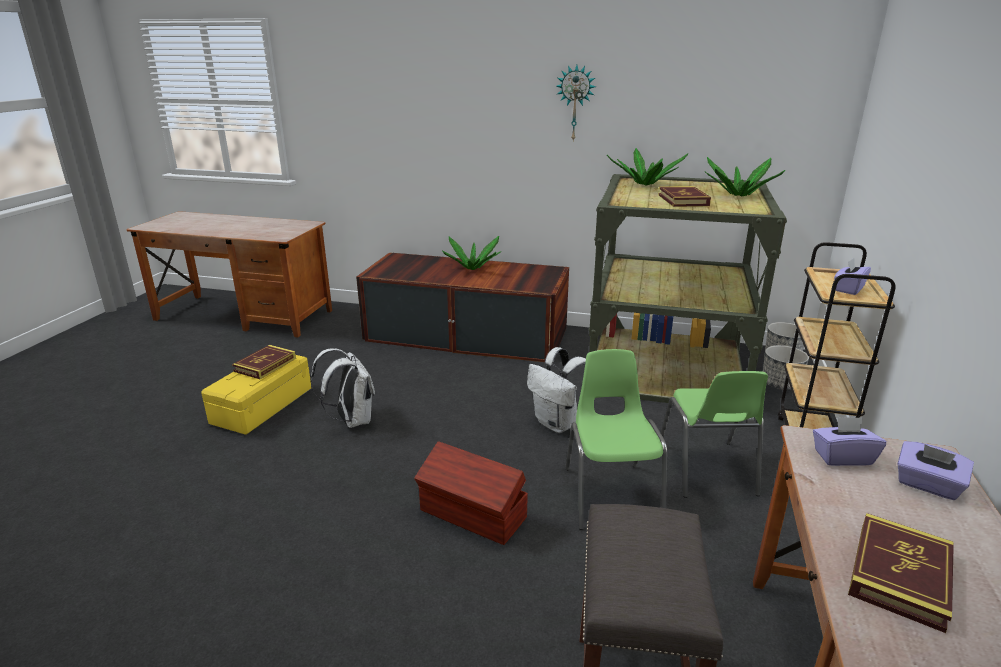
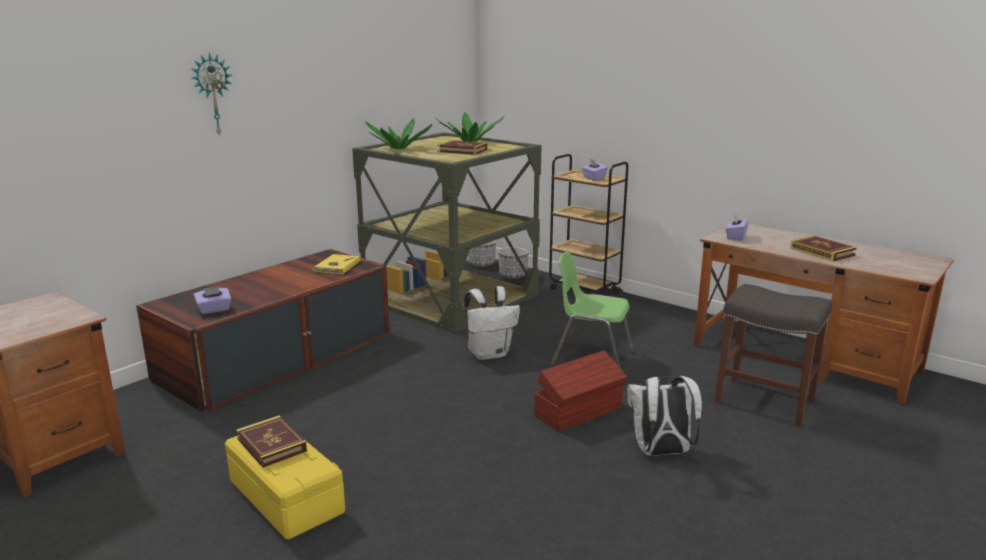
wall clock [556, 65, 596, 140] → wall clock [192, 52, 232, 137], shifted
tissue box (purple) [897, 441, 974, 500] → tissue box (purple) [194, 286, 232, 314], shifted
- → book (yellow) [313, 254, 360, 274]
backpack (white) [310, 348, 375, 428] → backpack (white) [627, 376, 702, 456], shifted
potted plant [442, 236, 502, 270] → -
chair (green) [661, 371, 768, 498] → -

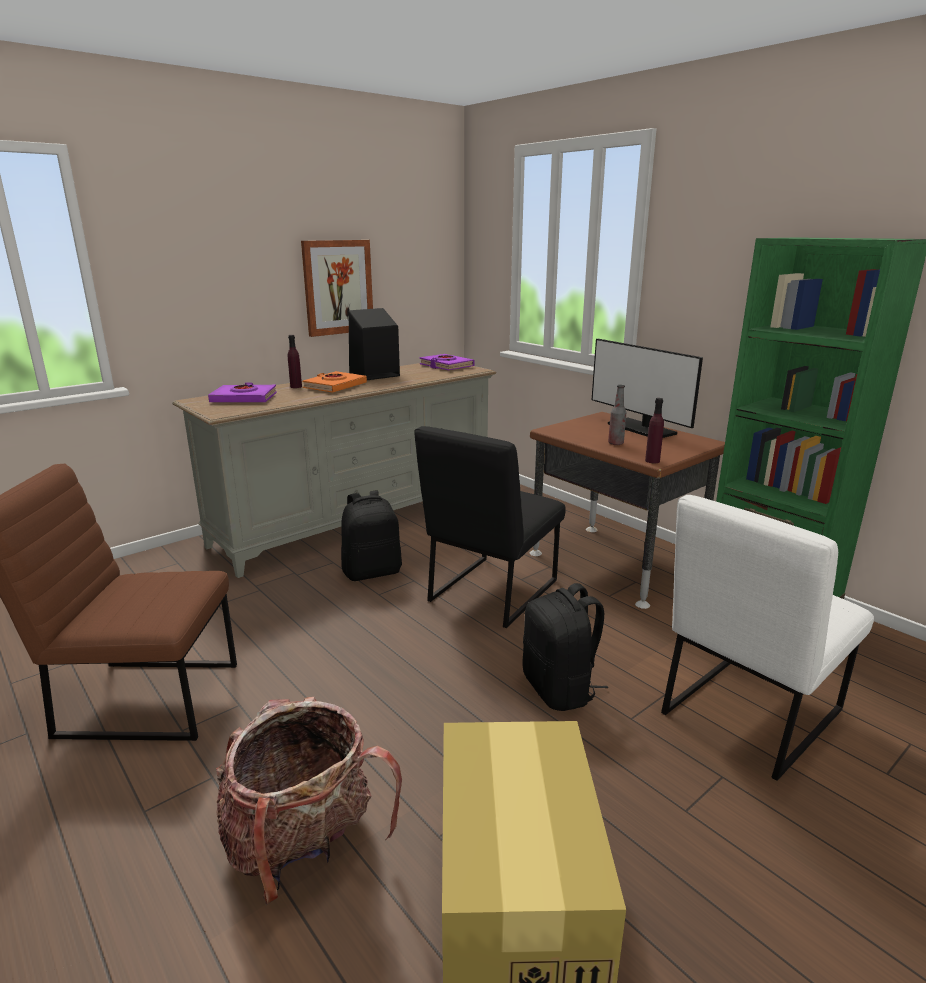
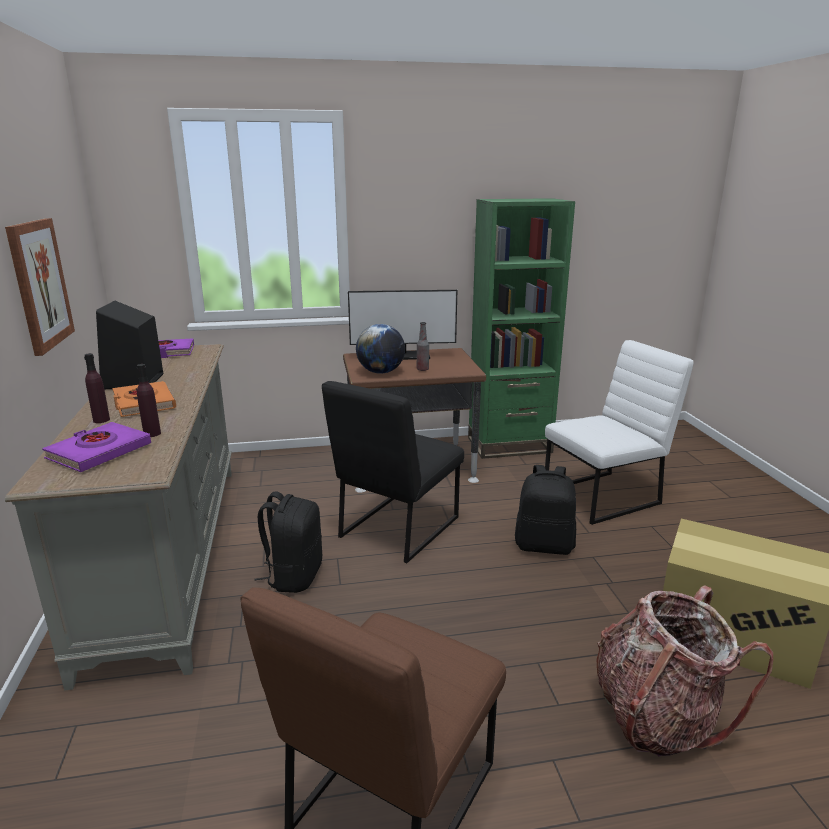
bottle (purple) [645, 398, 664, 463] → bottle (purple) [136, 364, 161, 437], shifted
chair (black) [414, 426, 566, 628] → chair (black) [322, 381, 464, 563], 60 degrees clockwise
- → globe [356, 324, 405, 374]
chair (white) [661, 495, 874, 781] → chair (white) [545, 340, 694, 525], 105 degrees counterclockwise

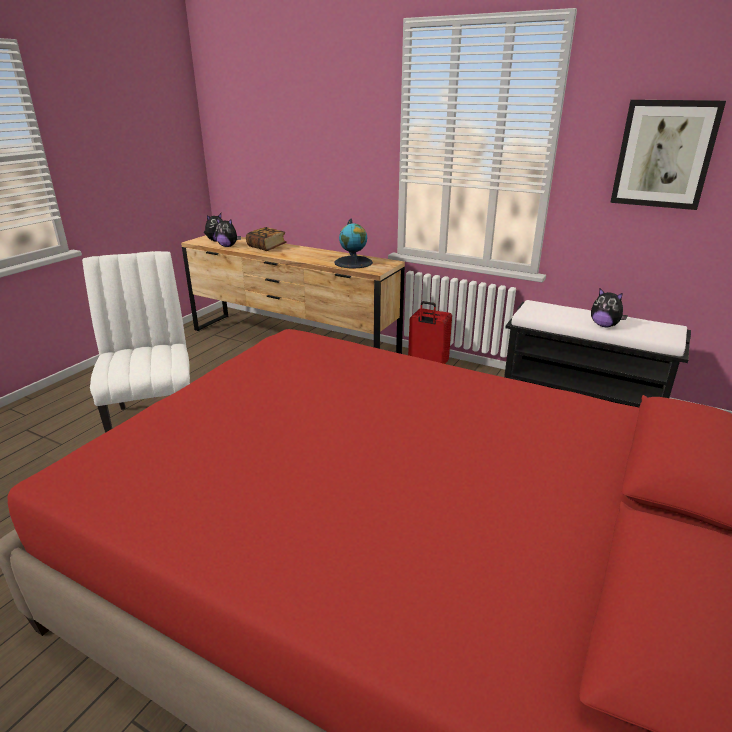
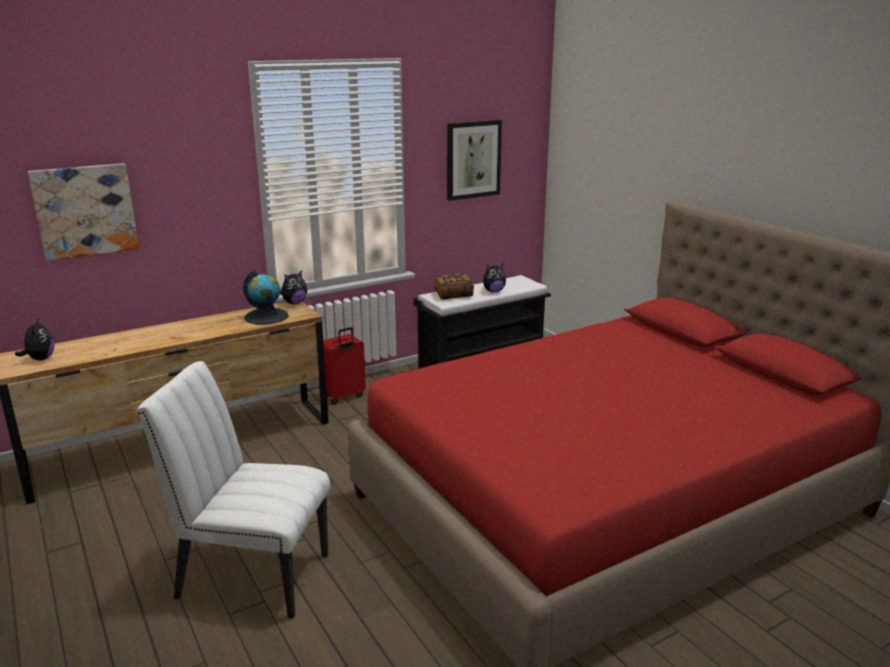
- → picture [28, 163, 139, 261]
plush toy [215, 219, 241, 247] → plush toy [280, 270, 307, 304], shifted
book [246, 227, 287, 251] → book [434, 274, 474, 300], shifted

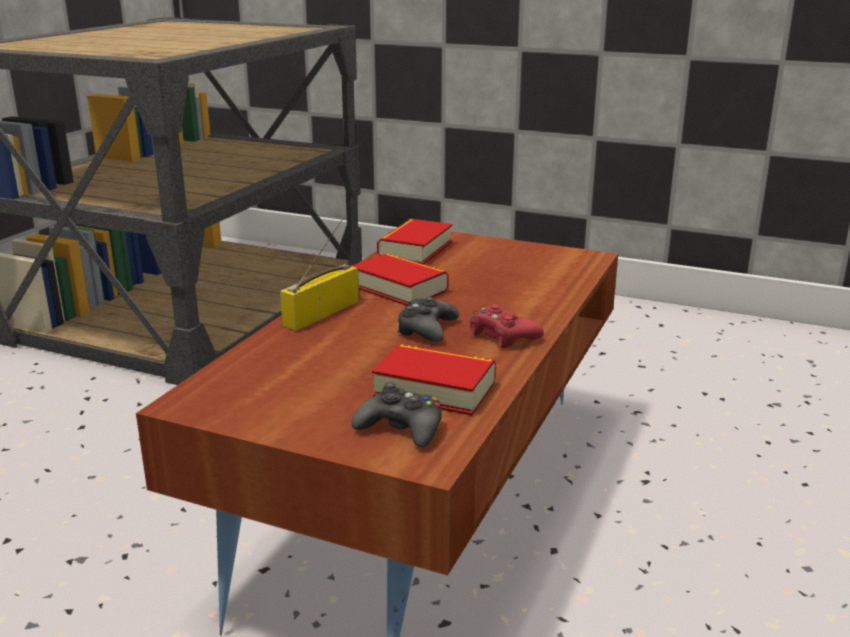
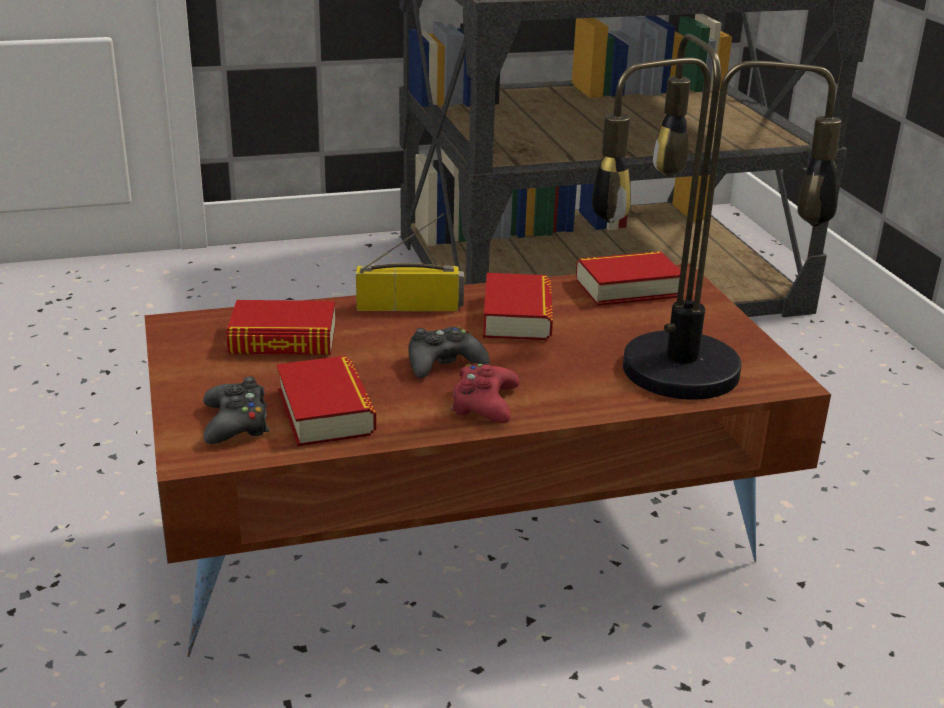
- → book [227, 300, 336, 355]
- → table lamp [592, 34, 841, 400]

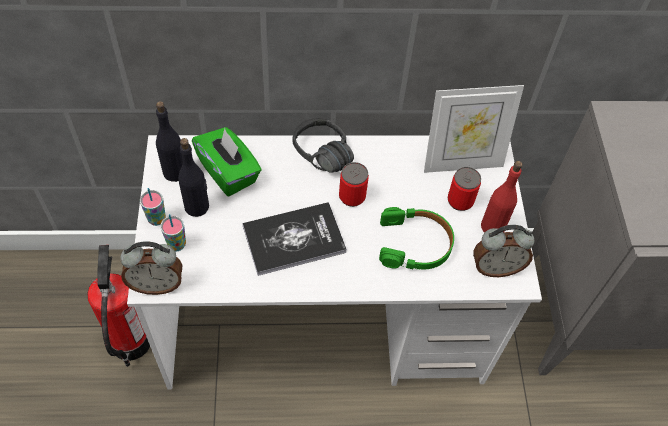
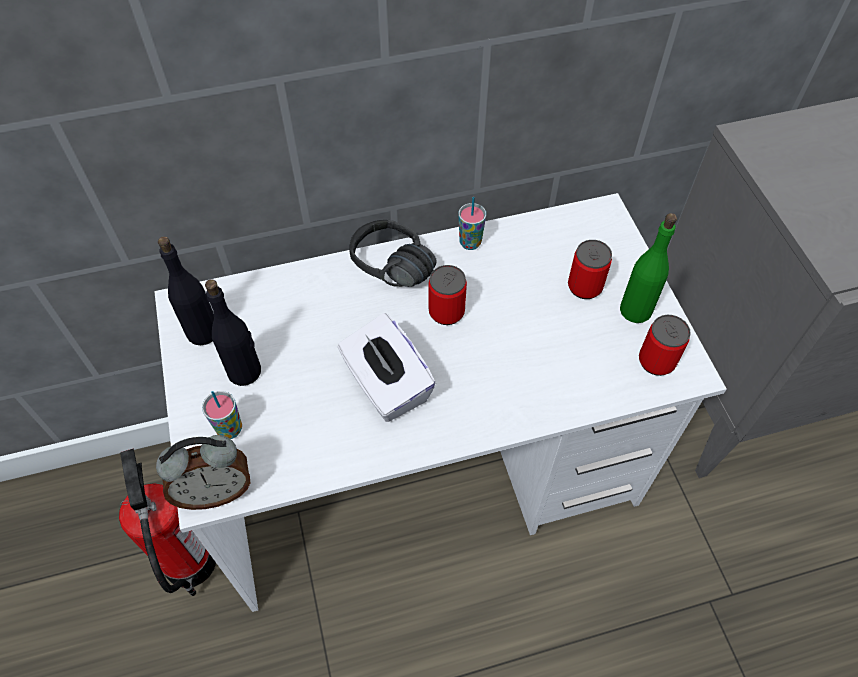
book [243, 202, 347, 276] → tissue box (white) [338, 313, 436, 422]
cup [140, 188, 166, 226] → cup [458, 197, 486, 250], shifted
bottle (red) [481, 161, 522, 233] → bottle (green) [620, 213, 677, 323]
alarm clock [473, 225, 534, 277] → can [639, 315, 691, 376]
tissue box (green) [192, 127, 262, 196] → -
headphones (green) [379, 207, 454, 270] → -
picture frame [424, 85, 524, 173] → -

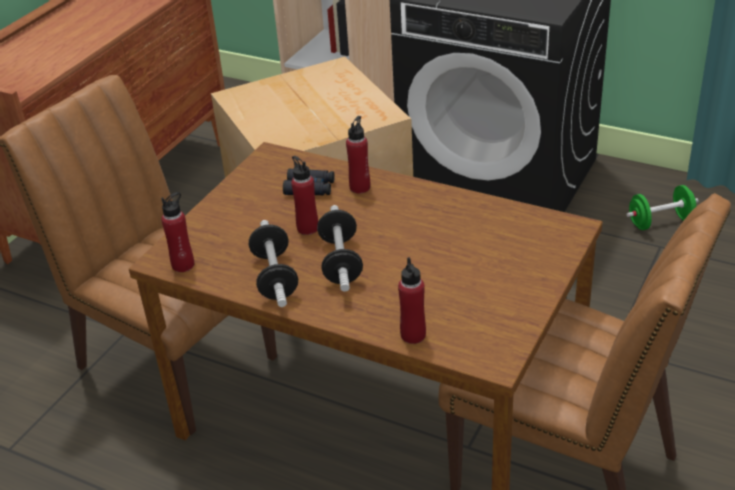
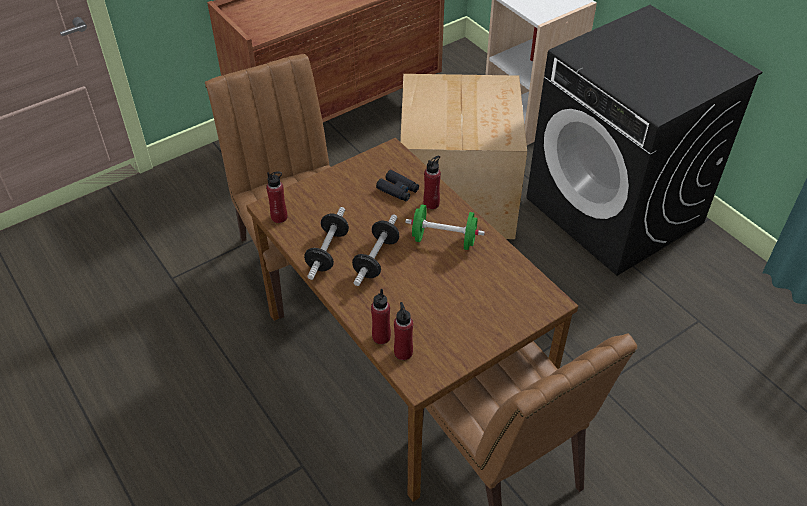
bottle (red) [291, 156, 318, 235] → bottle (red) [394, 302, 413, 360], shifted
dumbbell (green) [626, 185, 698, 230] → dumbbell (green) [405, 205, 485, 250], shifted

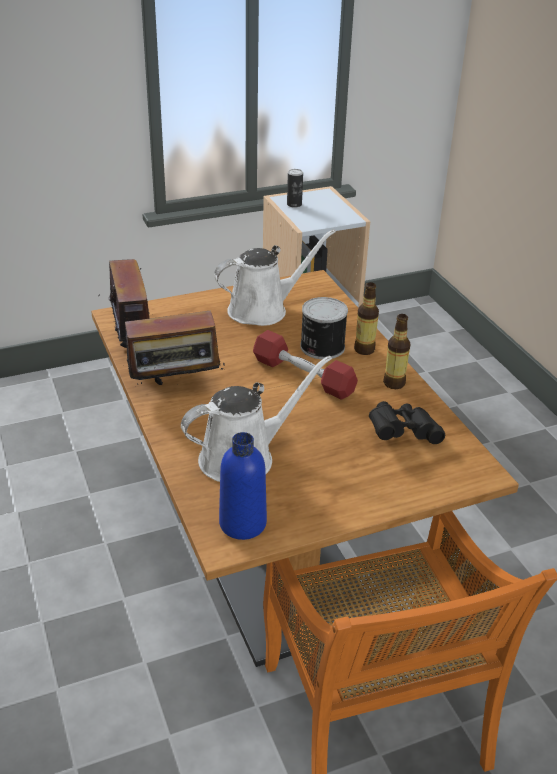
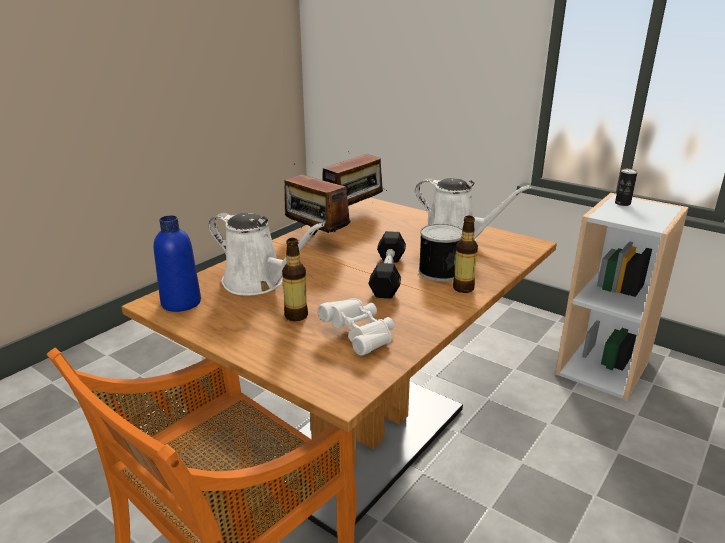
bottle [383, 314, 410, 389] → bottle [282, 238, 308, 321], shifted
binoculars (black) [369, 401, 445, 444] → binoculars (white) [317, 299, 394, 355]
dumbbell (red) [253, 330, 358, 399] → dumbbell (black) [368, 231, 406, 299]

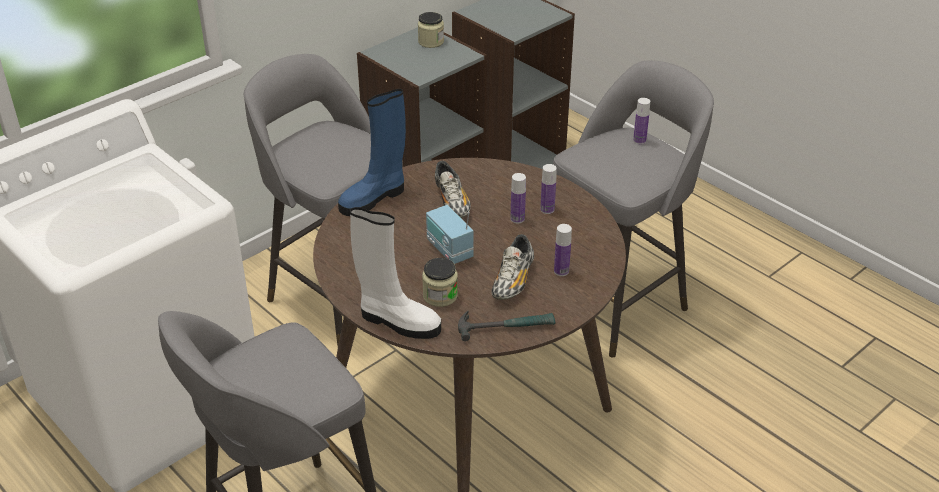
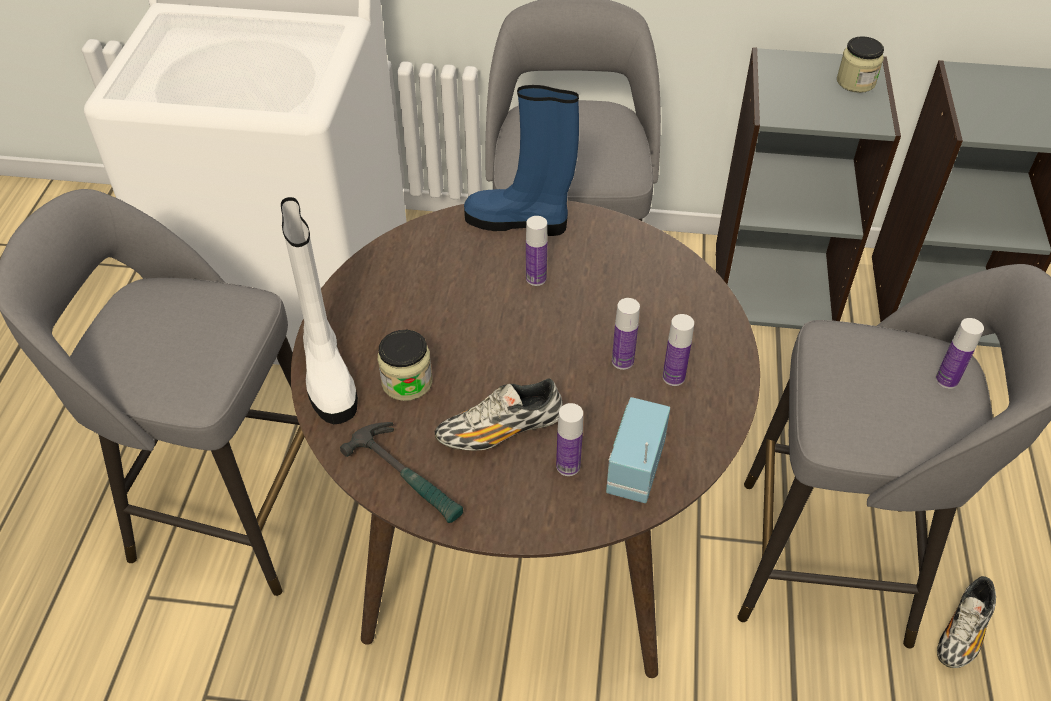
- → bottle [526, 216, 548, 286]
radio [426, 205, 474, 264] → radio [606, 397, 670, 503], shifted
shoe [435, 161, 471, 218] → shoe [937, 576, 996, 668], shifted

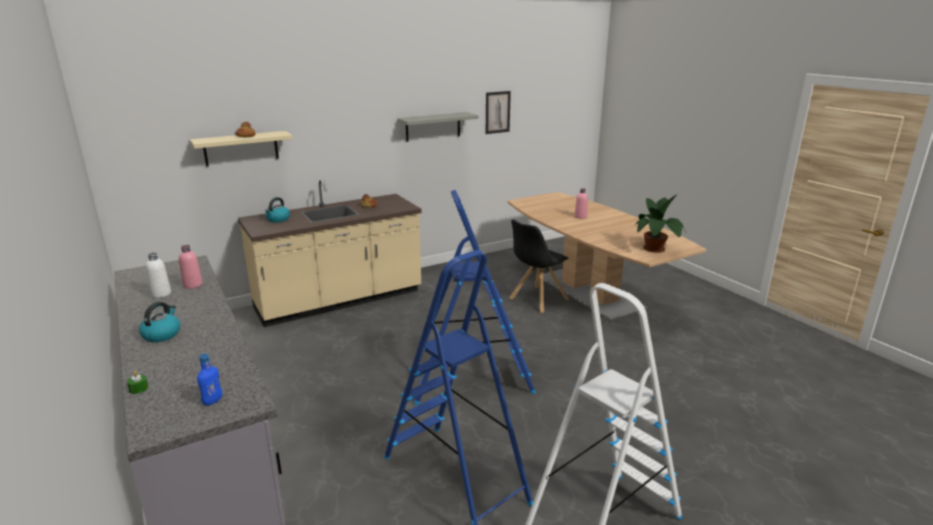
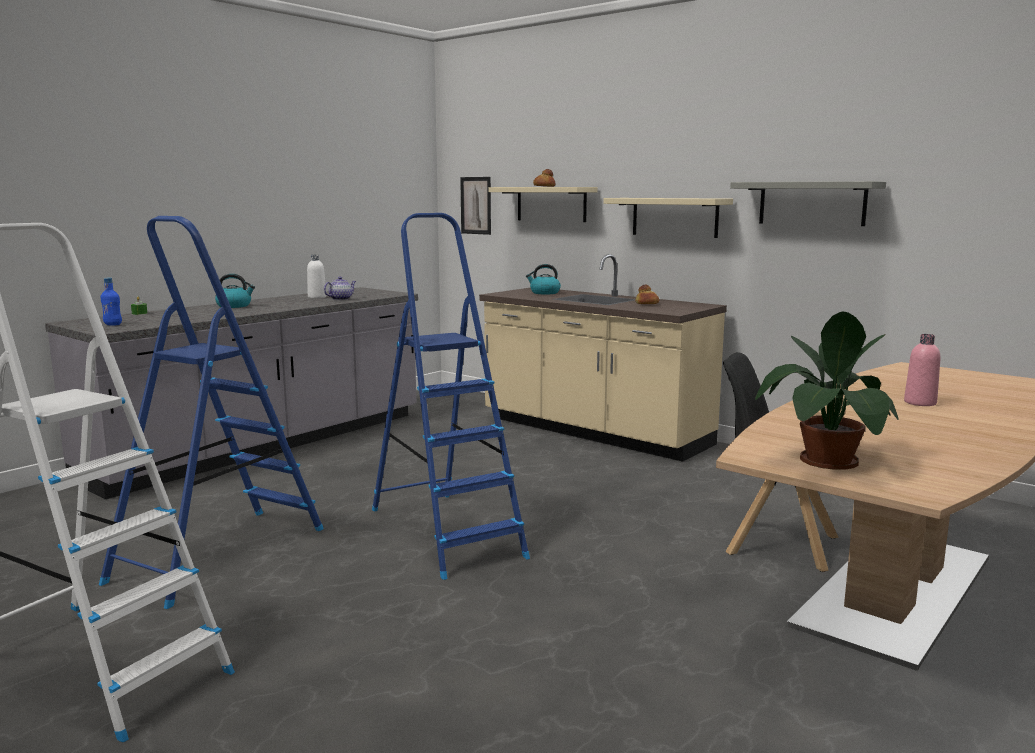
bottle (pink) [179, 245, 203, 289] → teapot [324, 277, 356, 300]
picture [486, 91, 511, 134] → picture [460, 177, 491, 235], shifted
- → shelf (beige) [603, 198, 733, 238]

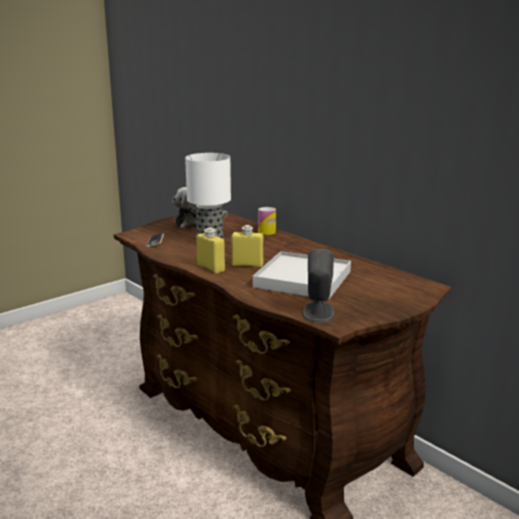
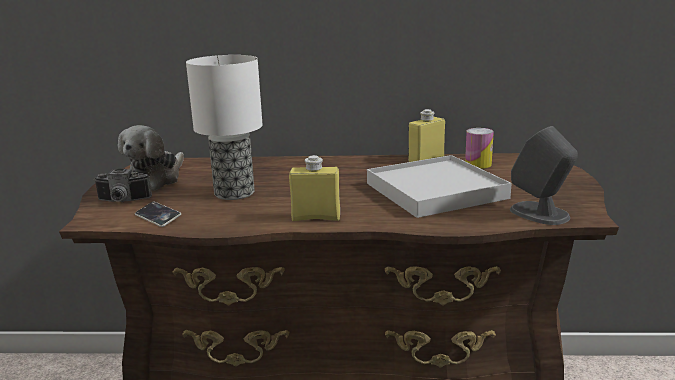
- → photo camera [94, 169, 152, 202]
bottle (yellow) [231, 225, 264, 268] → bottle (yellow) [408, 109, 445, 162], shifted
can [258, 207, 276, 235] → can [465, 128, 494, 169], shifted

